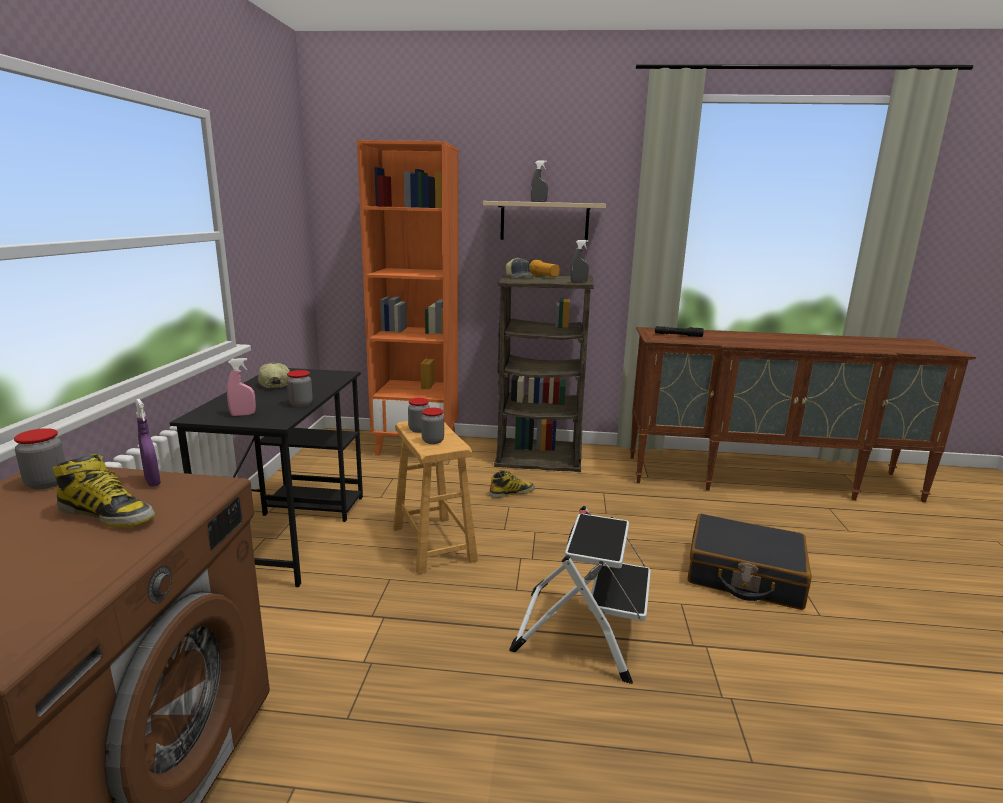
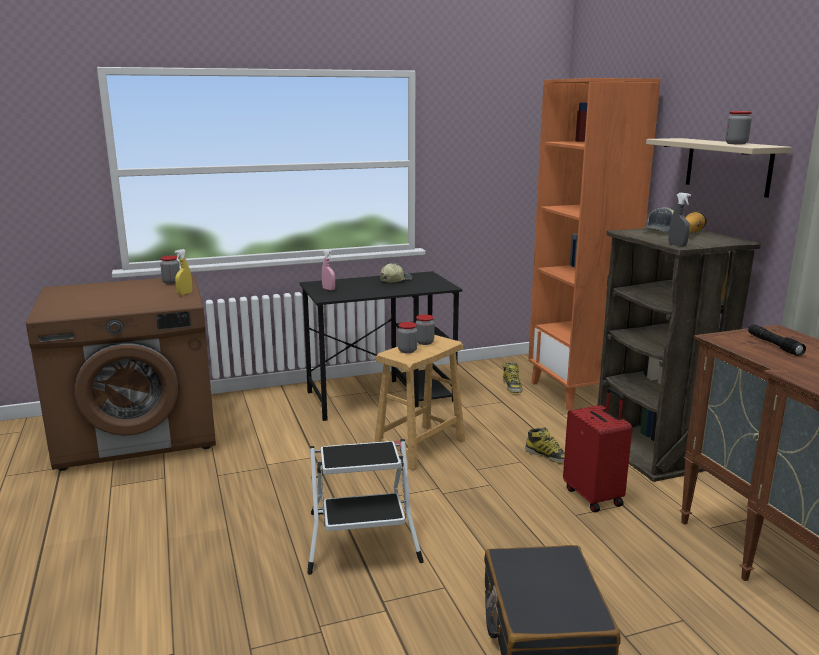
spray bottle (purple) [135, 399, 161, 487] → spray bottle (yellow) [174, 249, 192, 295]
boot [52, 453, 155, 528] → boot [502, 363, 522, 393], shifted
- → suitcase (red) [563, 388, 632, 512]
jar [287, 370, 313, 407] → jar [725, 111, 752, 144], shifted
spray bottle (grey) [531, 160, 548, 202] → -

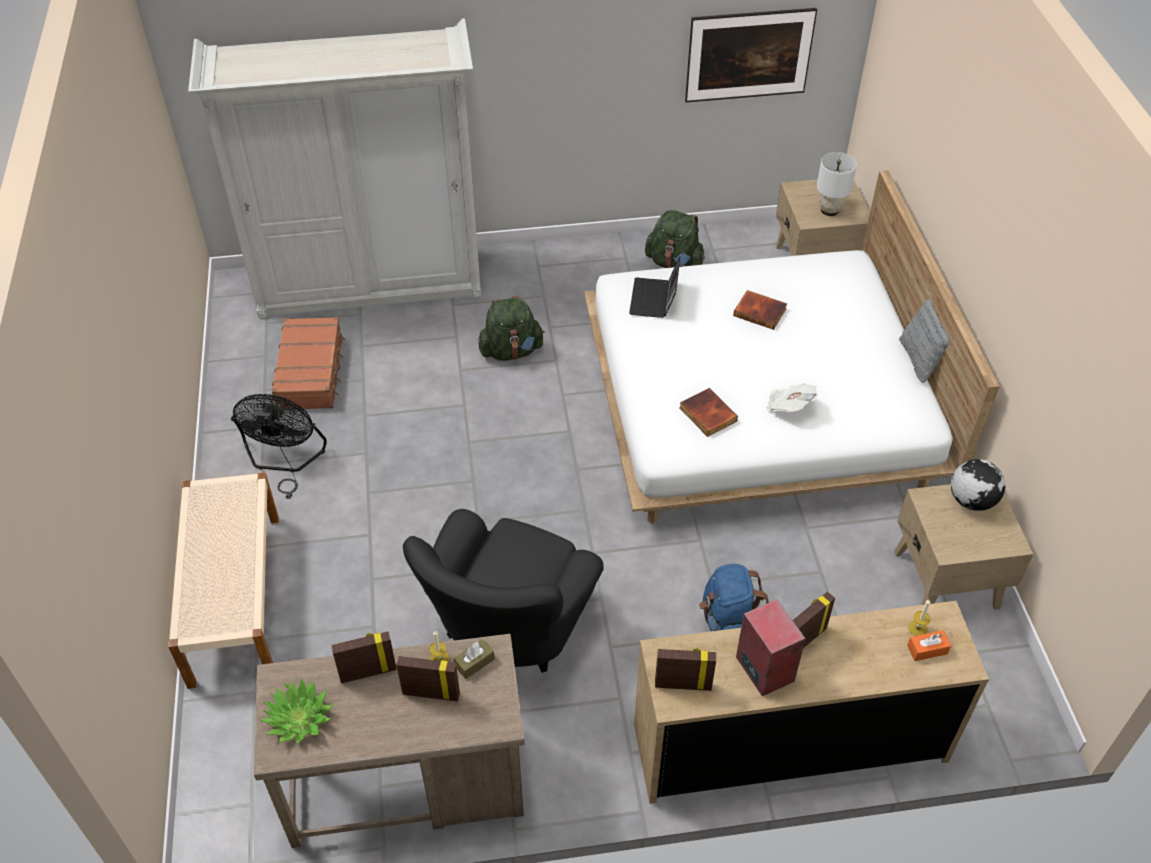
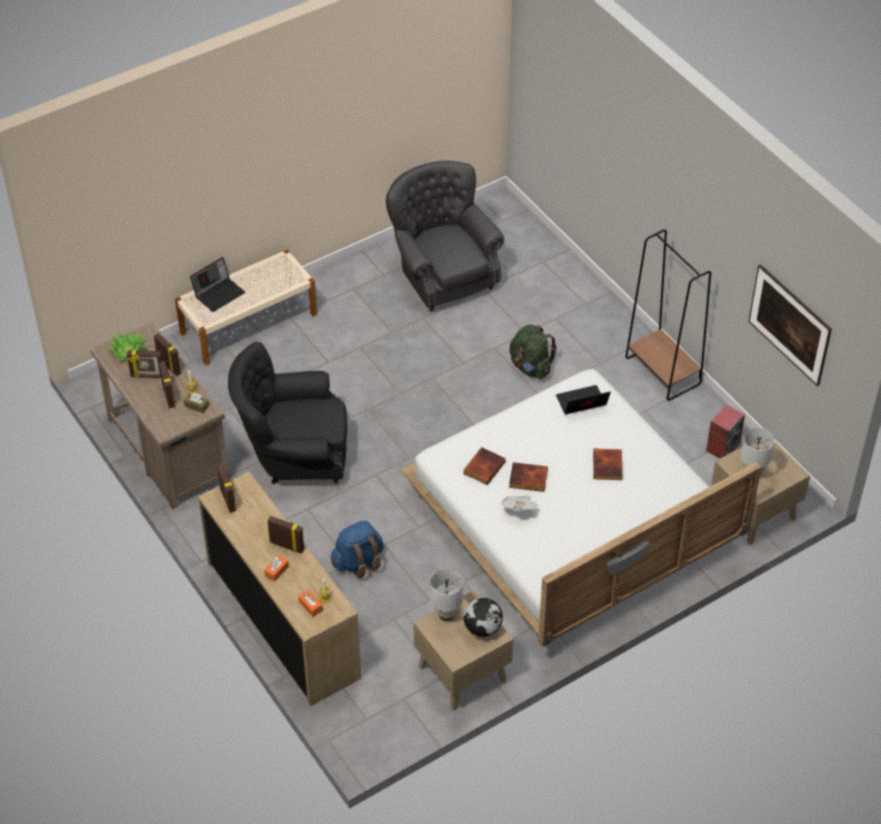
- → picture frame [127, 350, 162, 378]
- → laptop [190, 257, 245, 312]
- → tissue box (orange) [264, 555, 289, 582]
suitcase (brown) [271, 317, 345, 410] → armchair (grey) [386, 161, 504, 312]
- → table lamp (white) [430, 568, 463, 621]
- → book [509, 462, 548, 492]
- → clothes rack [625, 229, 711, 401]
speaker [736, 599, 806, 696] → speaker [706, 405, 745, 459], shifted
wardrobe (white) [188, 18, 481, 318] → -
fan (black) [231, 394, 327, 499] → -
backpack (green) [645, 210, 705, 268] → -

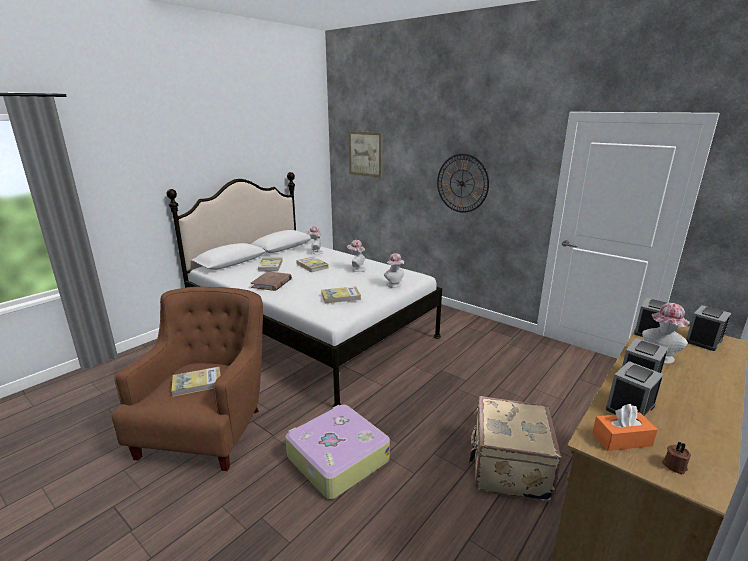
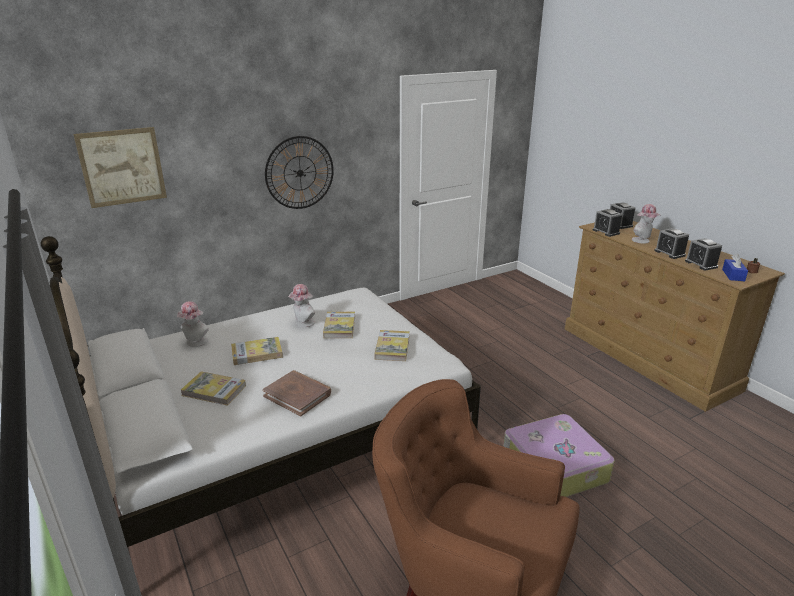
book [171, 367, 220, 397] → book [323, 312, 355, 338], shifted
tissue box (orange) [592, 404, 658, 451] → tissue box (blue) [722, 254, 748, 281]
hat [384, 253, 404, 288] → -
suitcase (beige) [469, 396, 562, 502] → -

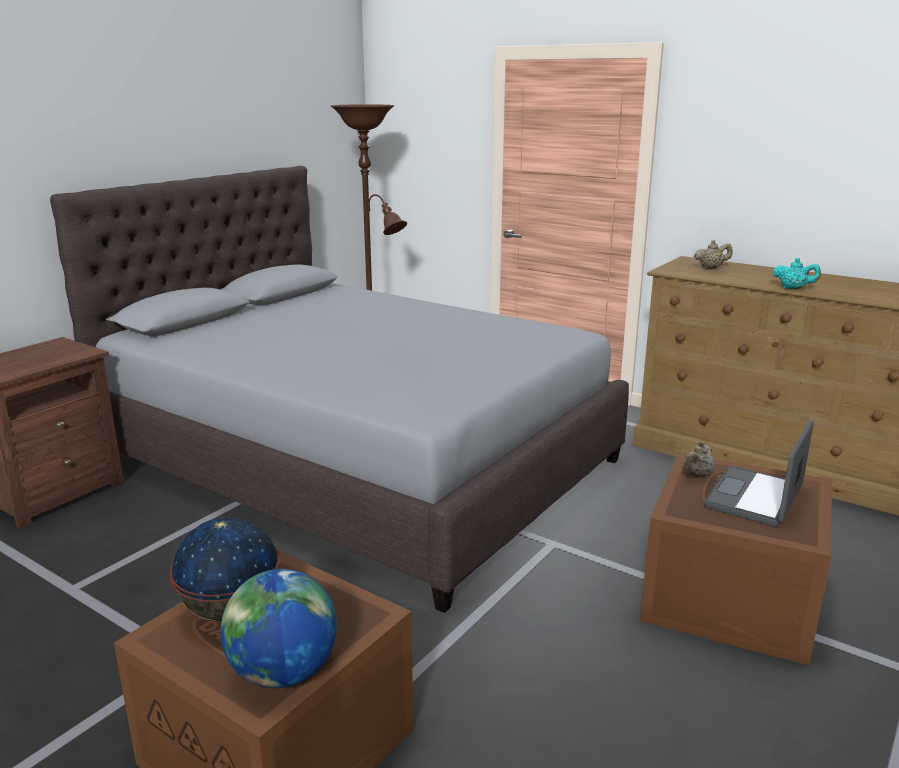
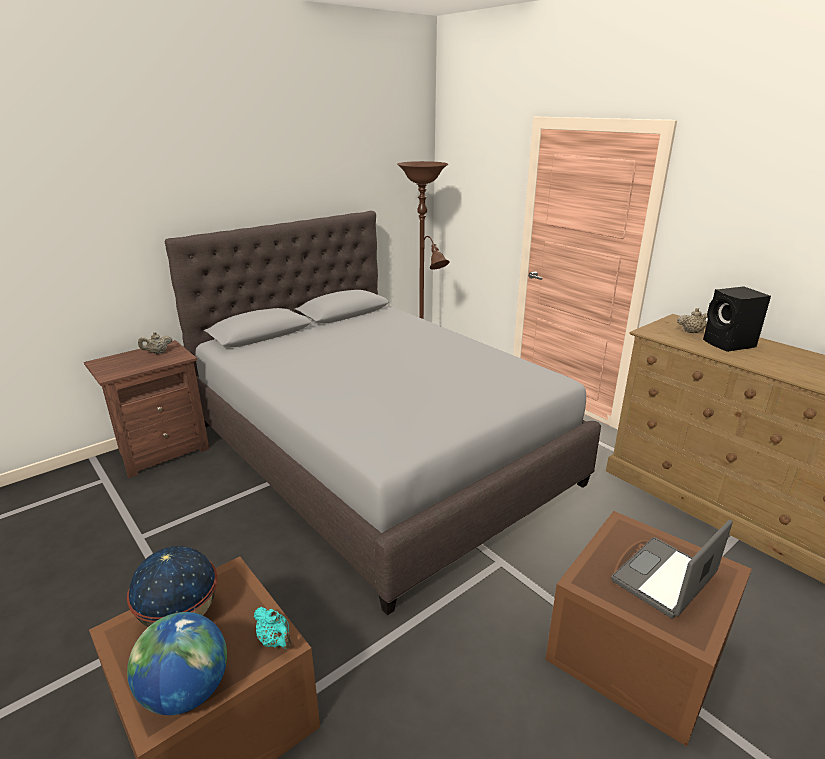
teapot (beige) [683, 441, 714, 477] → teapot (beige) [138, 332, 172, 354], shifted
teapot (turquoise) [773, 258, 821, 289] → teapot (turquoise) [254, 607, 291, 649], shifted
- → speaker (black) [703, 286, 771, 352]

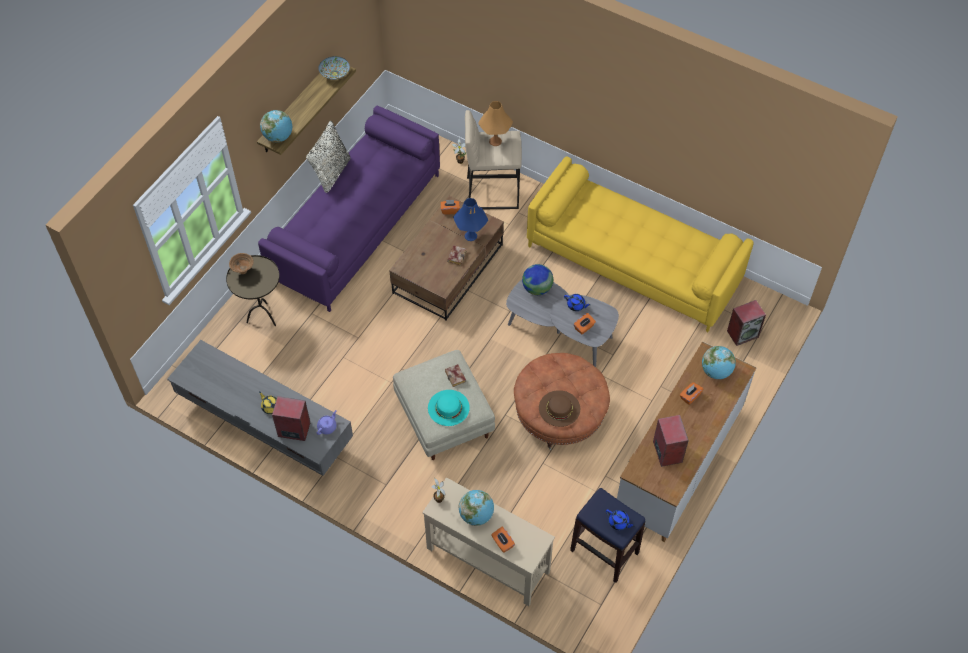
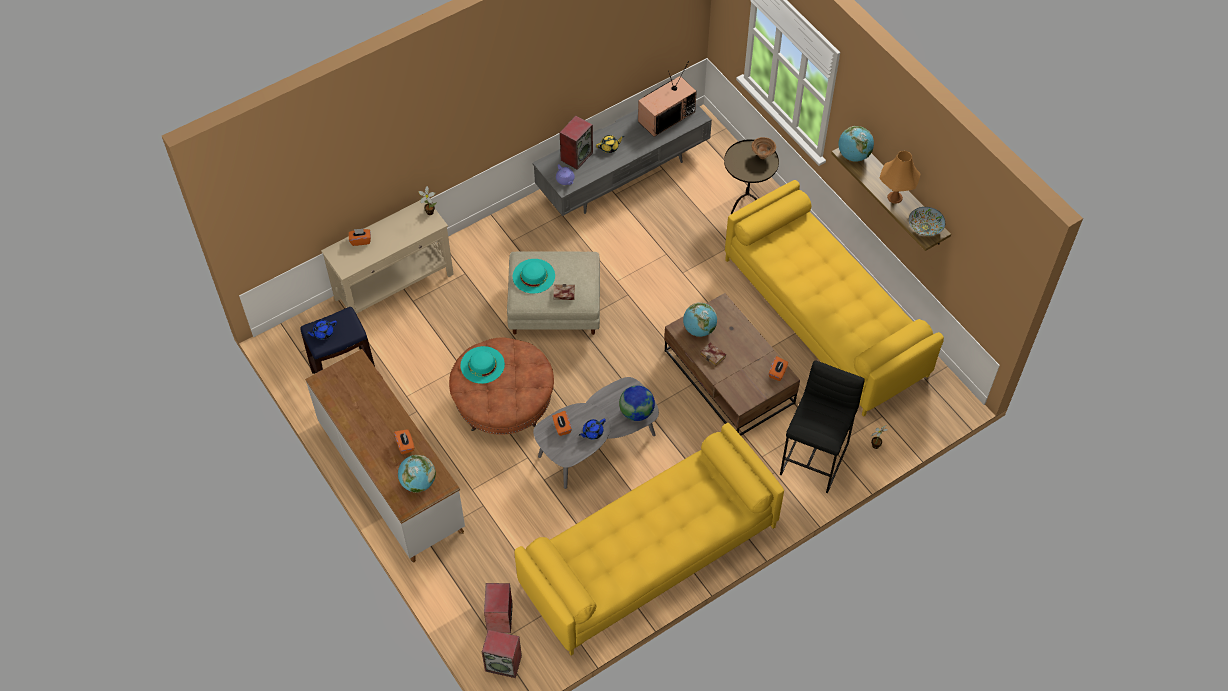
hat (brown) [539, 390, 580, 427] → hat (turquoise) [460, 346, 505, 384]
speaker [653, 415, 689, 467] → speaker [482, 630, 522, 678], shifted
- → television [638, 61, 697, 137]
globe [459, 490, 494, 526] → globe [683, 302, 717, 337], shifted
sofa (purple) [258, 106, 440, 312] → sofa (yellow) [725, 180, 944, 417]
stool (beige) [465, 110, 522, 209] → stool (black) [780, 360, 865, 493]
table lamp (orange) [478, 101, 513, 146] → table lamp (orange) [879, 151, 921, 204], shifted
pillow (beige) [306, 121, 350, 193] → -
table lamp (blue) [453, 198, 488, 241] → -

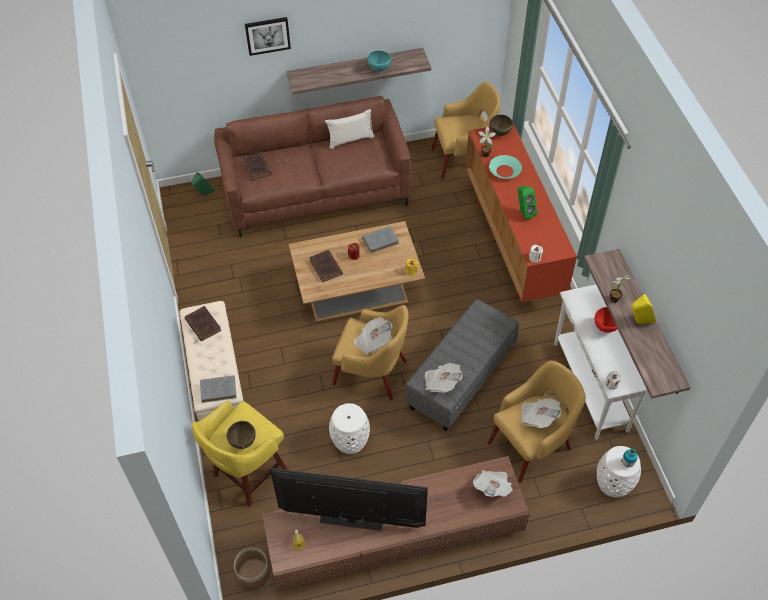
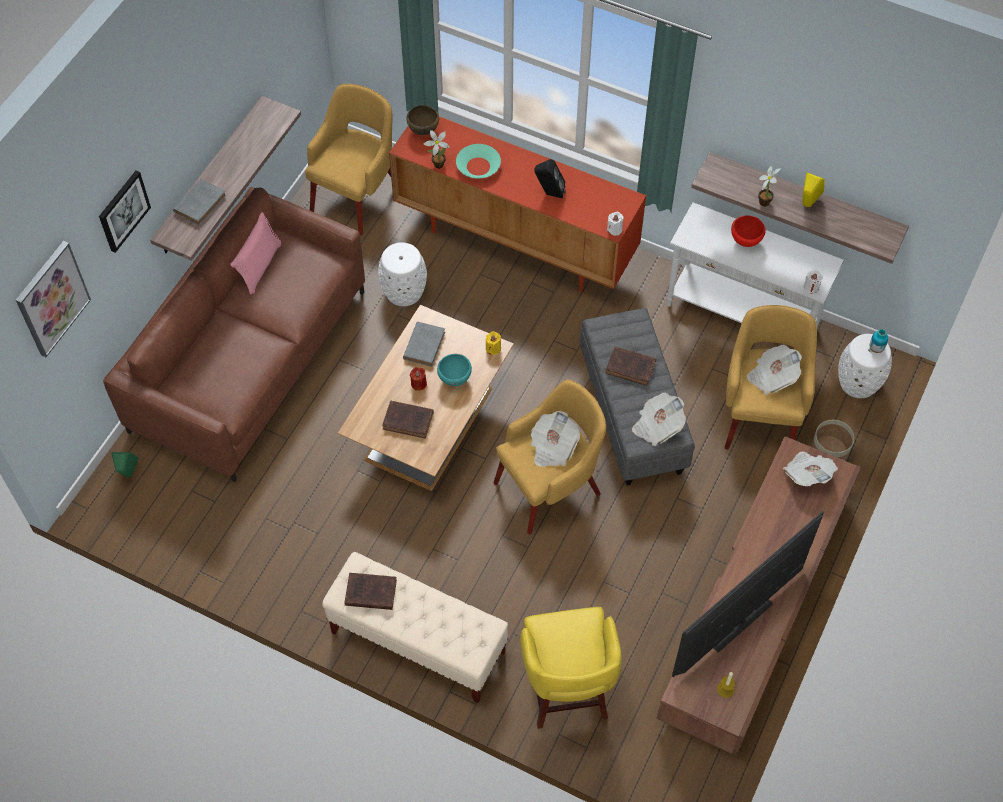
- → picture [16, 241, 91, 357]
book (grey) [200, 375, 237, 403] → book (grey) [173, 179, 227, 226], shifted
pillow (white) [325, 109, 374, 149] → pillow (pink) [230, 212, 281, 294]
stool (white) [329, 403, 370, 454] → stool (white) [378, 242, 427, 306], shifted
bowl (turquoise) [367, 51, 391, 72] → bowl (turquoise) [437, 354, 472, 386], shifted
speaker (green) [518, 186, 537, 220] → speaker (black) [534, 159, 566, 199]
book (brown) [243, 152, 271, 180] → book (brown) [605, 346, 656, 386], shifted
planter [234, 548, 270, 589] → planter [811, 420, 855, 461], shifted
bowl (brown) [227, 421, 256, 449] → -

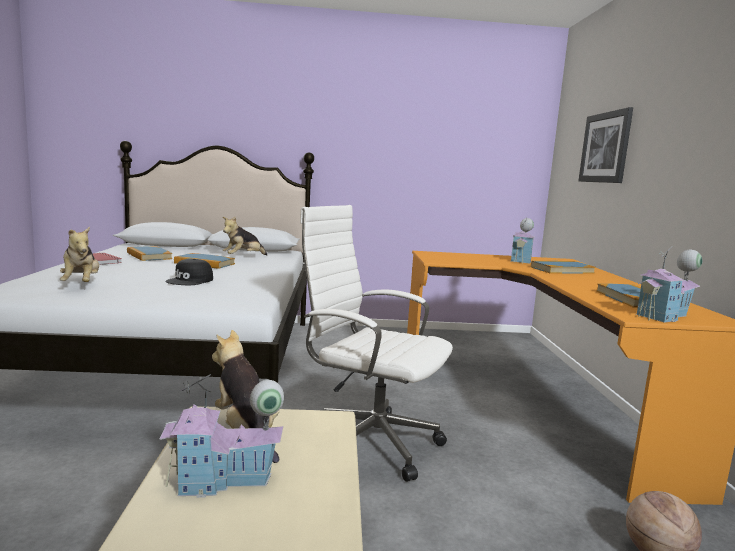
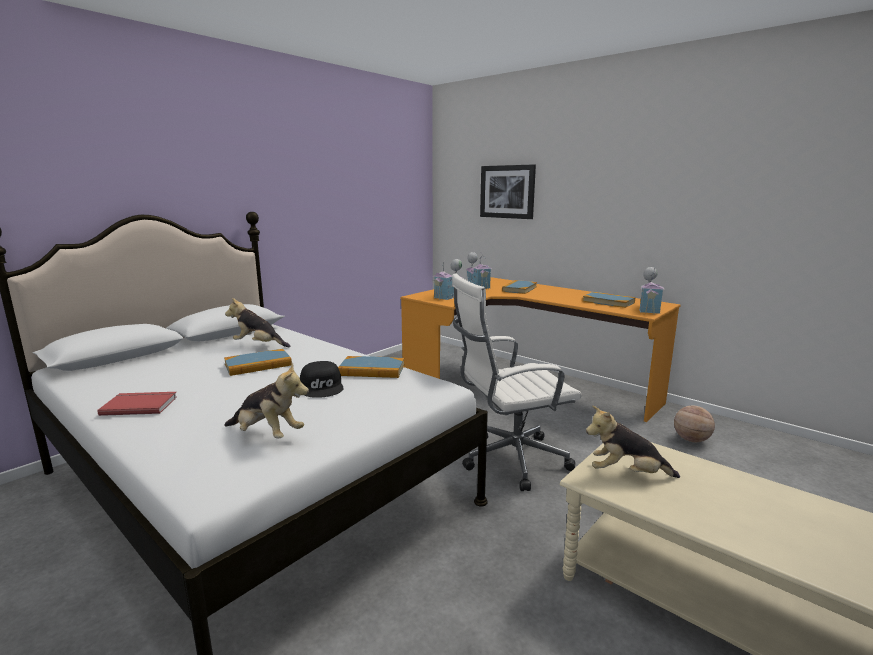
plush toy [223, 216, 267, 255] → plush toy [225, 298, 290, 347], 105 degrees clockwise
book [127, 246, 172, 261] → book [338, 356, 404, 378], shifted
toy house [160, 375, 284, 498] → toy house [433, 259, 463, 300], shifted

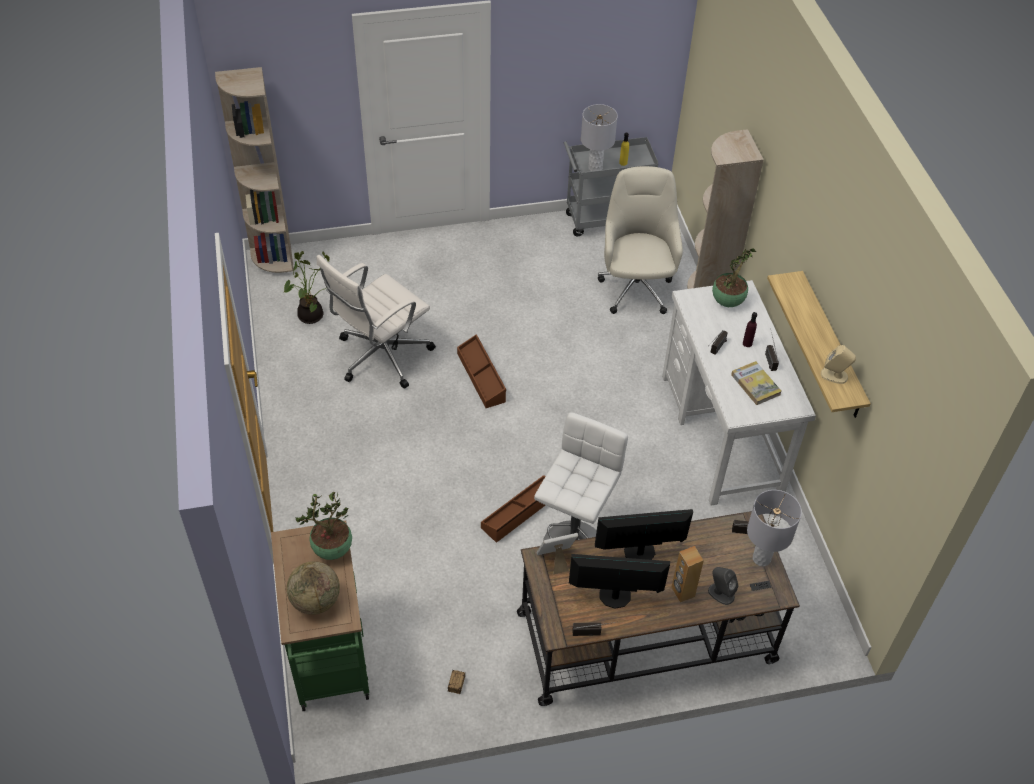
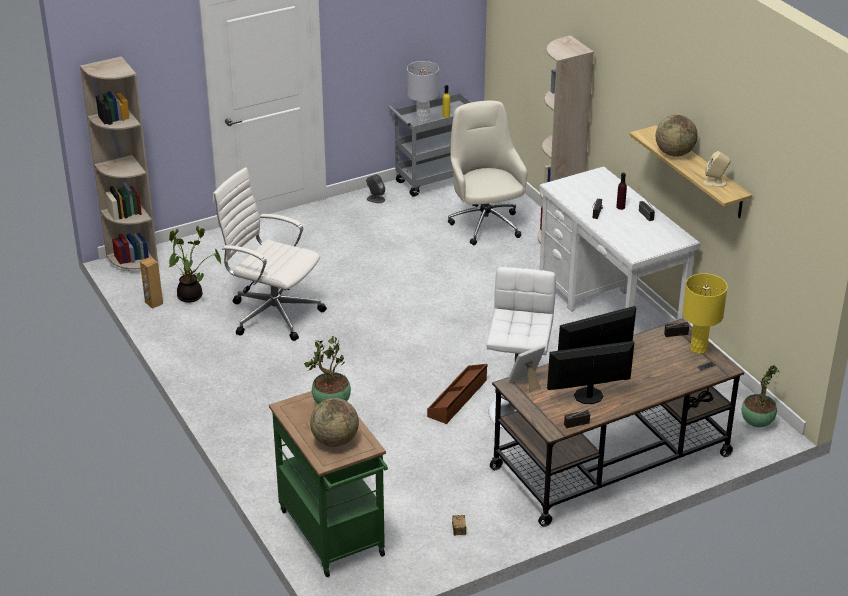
speaker (brown) [671, 546, 704, 602] → speaker (brown) [140, 257, 163, 309], shifted
office chair (white) [317, 254, 436, 388] → office chair (white) [213, 167, 327, 341], 90 degrees clockwise
speaker (grey) [708, 567, 739, 605] → speaker (grey) [366, 174, 385, 203], shifted
- → globe [656, 115, 698, 157]
table lamp (grey) [747, 490, 802, 566] → table lamp (yellow) [683, 273, 728, 354]
potted plant [712, 248, 756, 307] → potted plant [741, 365, 779, 427], shifted
storage box (brown) [457, 334, 506, 408] → -
book [731, 361, 782, 405] → -

